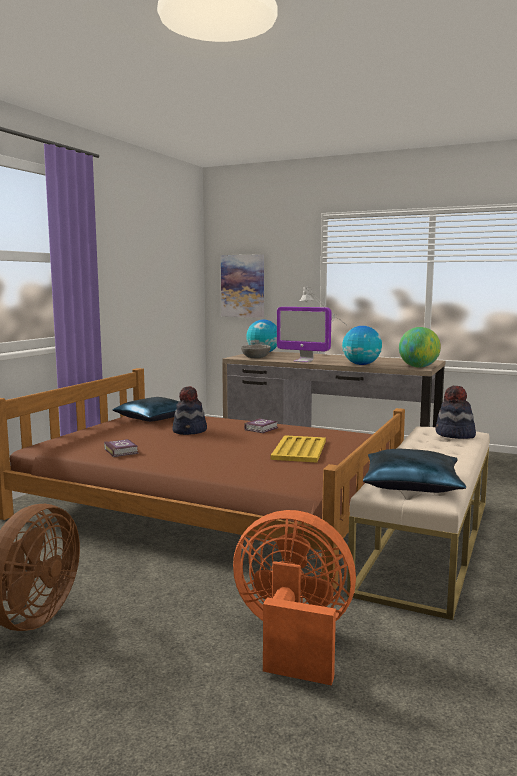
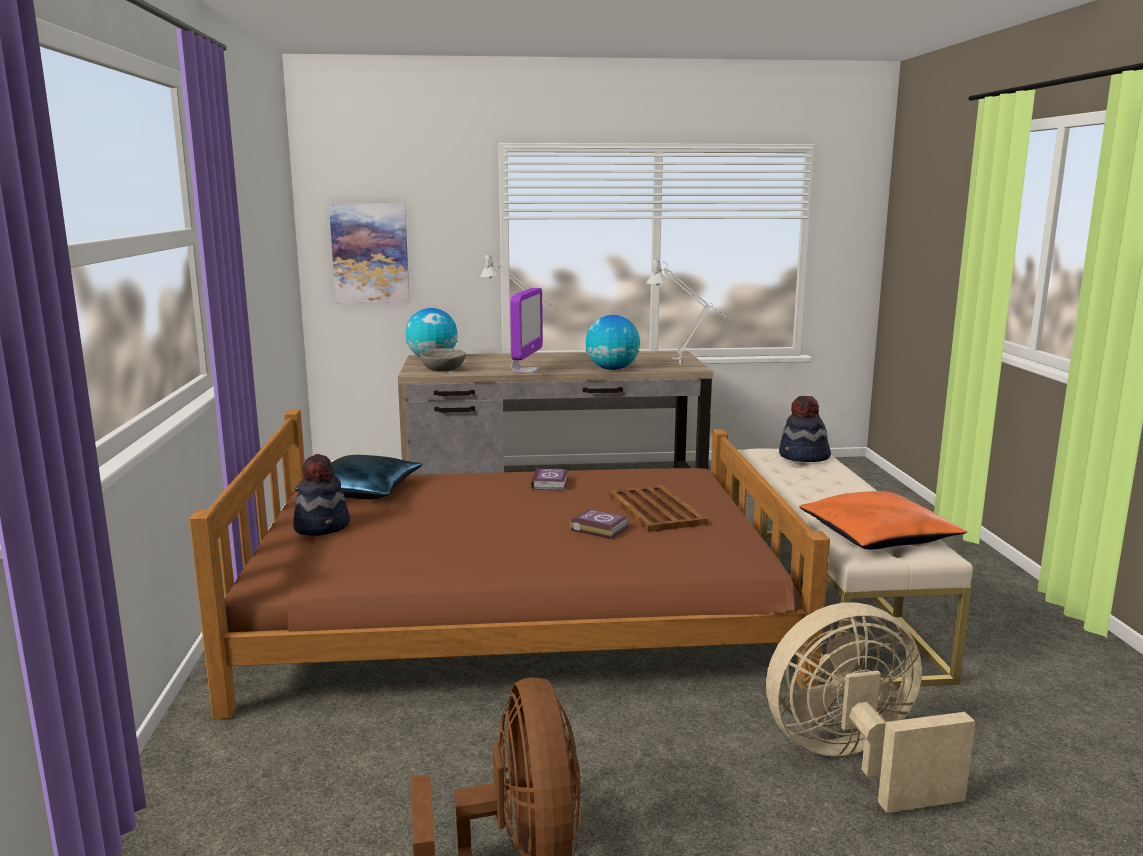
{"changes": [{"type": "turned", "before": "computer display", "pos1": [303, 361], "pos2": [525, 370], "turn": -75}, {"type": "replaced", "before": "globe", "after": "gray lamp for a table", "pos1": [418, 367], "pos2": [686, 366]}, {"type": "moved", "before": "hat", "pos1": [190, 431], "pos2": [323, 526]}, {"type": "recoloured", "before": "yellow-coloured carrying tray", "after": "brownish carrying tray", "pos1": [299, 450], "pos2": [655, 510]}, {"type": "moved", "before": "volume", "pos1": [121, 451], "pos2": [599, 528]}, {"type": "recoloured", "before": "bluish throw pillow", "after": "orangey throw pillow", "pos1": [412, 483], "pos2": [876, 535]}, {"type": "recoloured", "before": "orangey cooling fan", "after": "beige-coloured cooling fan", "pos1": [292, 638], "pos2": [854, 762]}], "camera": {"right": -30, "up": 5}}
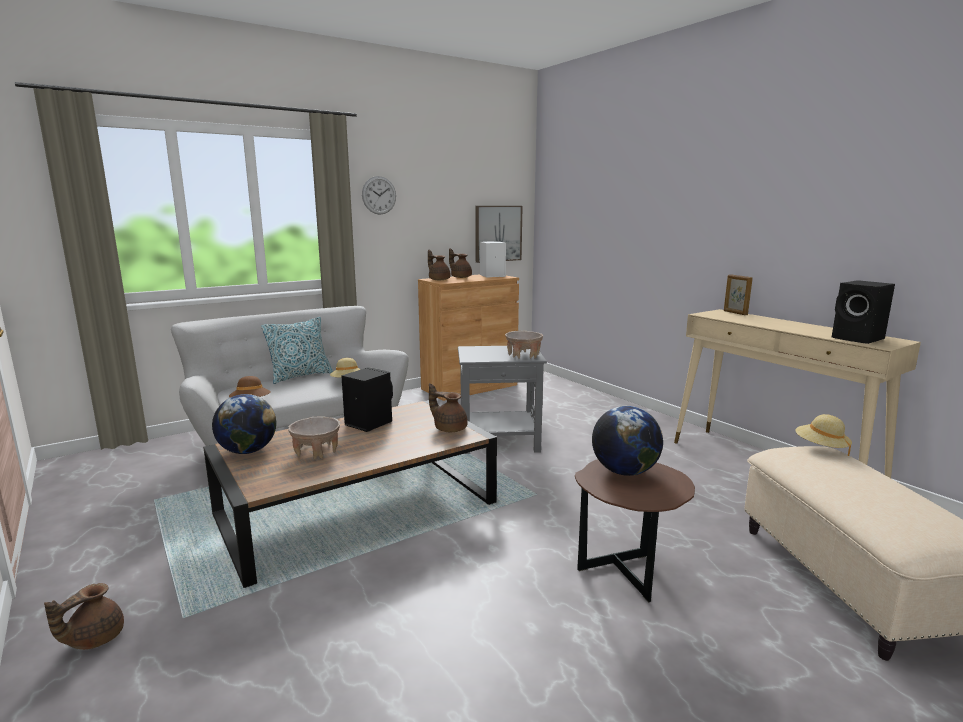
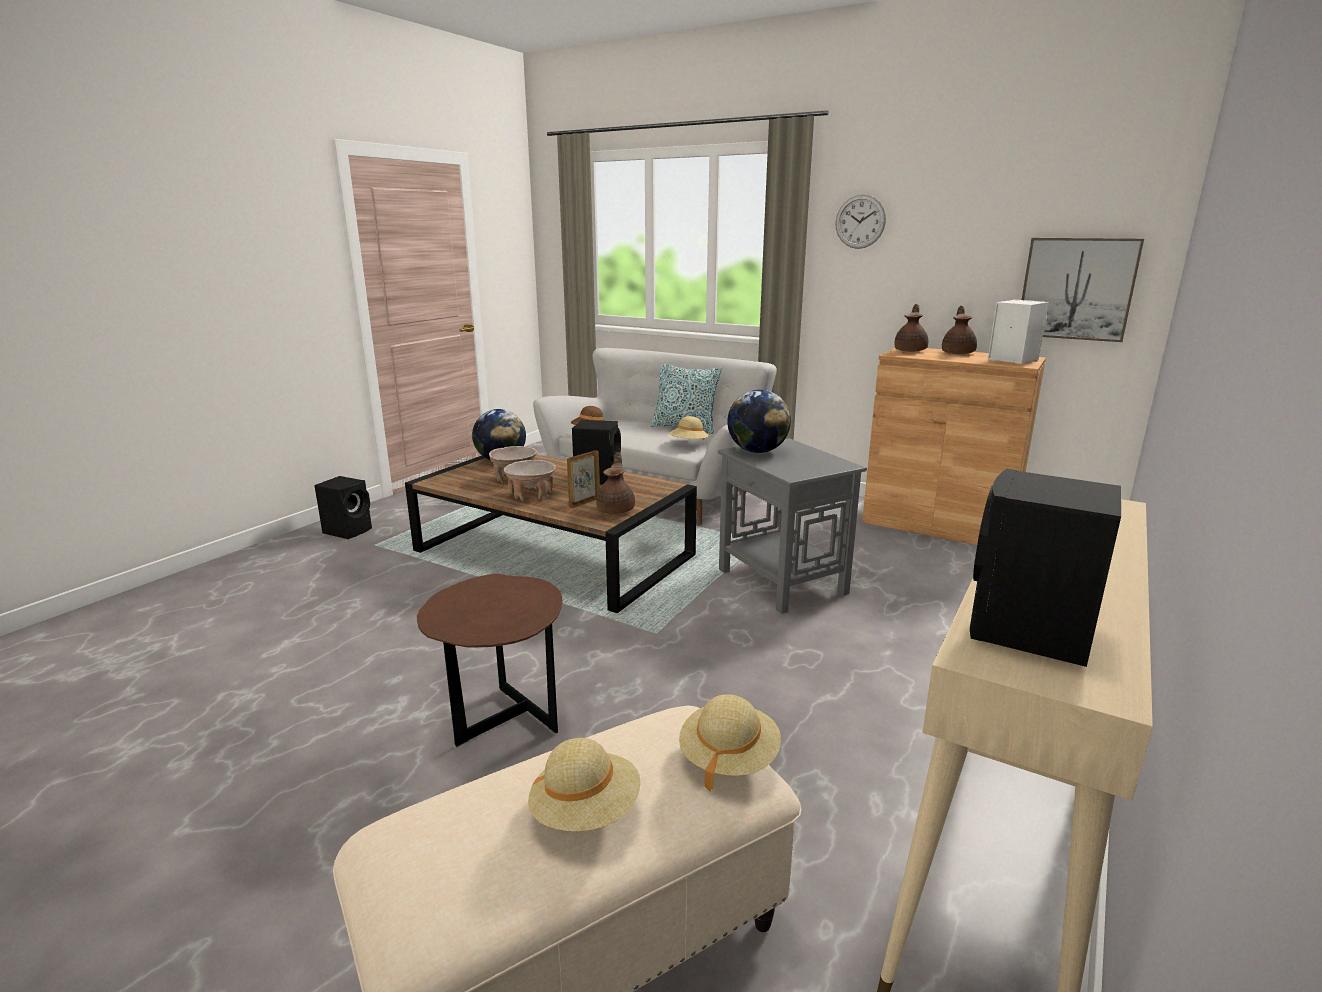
{"changes": [{"type": "moved", "before": "standing frame", "pos1": [735, 313], "pos2": [584, 503]}, {"type": "moved", "before": "beige-coloured bowl", "pos1": [523, 356], "pos2": [531, 495]}, {"type": "moved", "before": "globe", "pos1": [624, 471], "pos2": [757, 451]}, {"type": "replaced", "before": "brownish tea pot", "after": "black-coloured loudspeaker", "pos1": [94, 639], "pos2": [349, 530]}, {"type": "added", "after": "beige-coloured hat", "pos2": [586, 811]}], "camera": {"right": 65, "up": 5}}
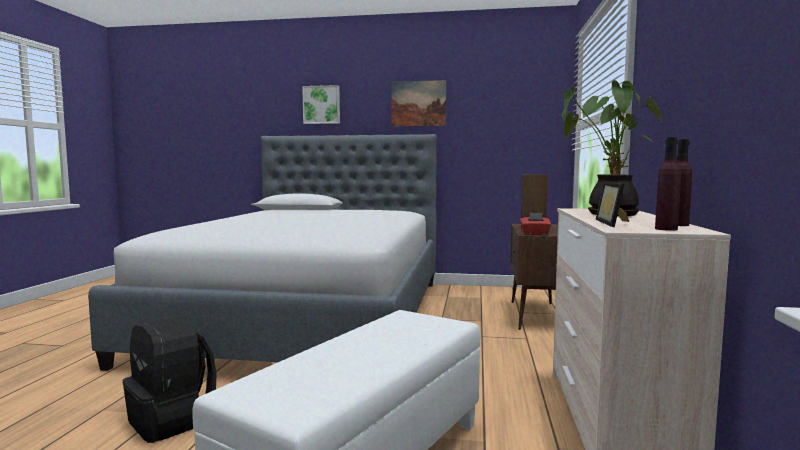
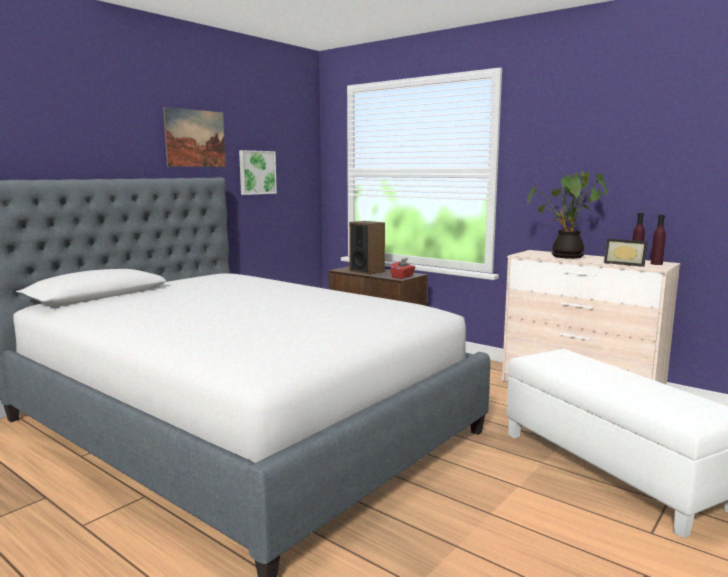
{"changes": [{"type": "moved", "before": "wall picture", "pos1": [321, 105], "pos2": [256, 172]}, {"type": "removed", "before": "black-coloured knapsack", "pos1": [172, 420]}], "camera": {"right": -60, "up": 5}}
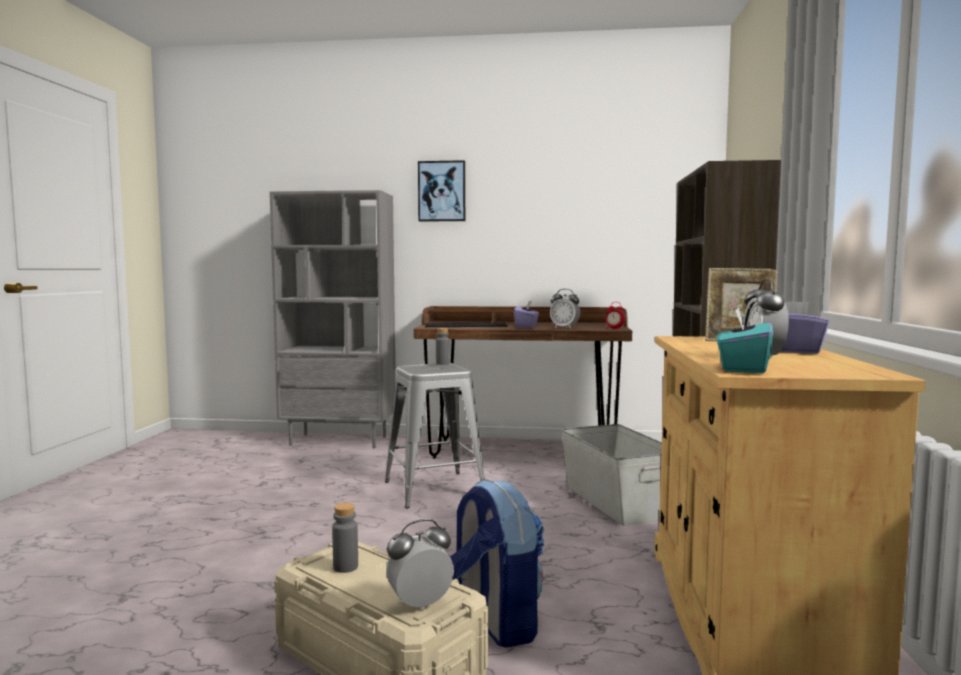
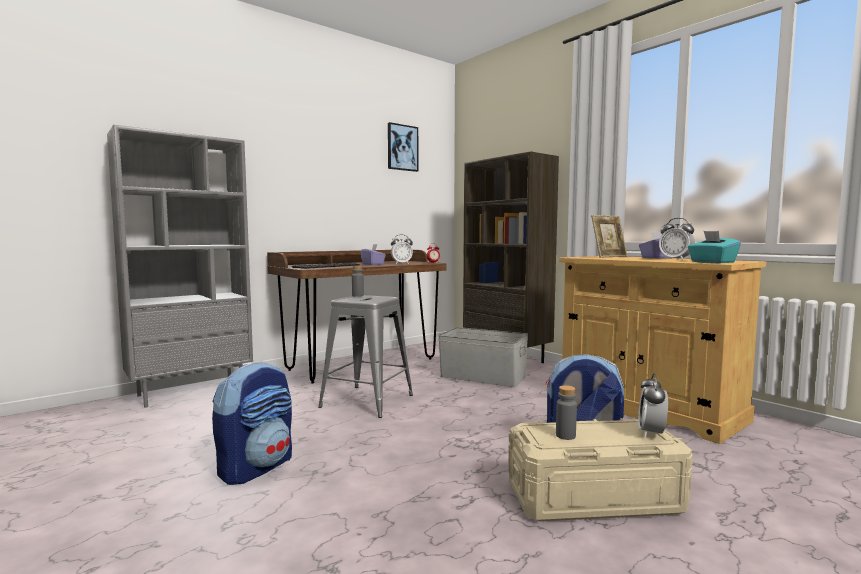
{"changes": [{"type": "moved", "before": "wall picture", "pos1": [442, 191], "pos2": [402, 147]}, {"type": "added", "after": "knapsack", "pos2": [256, 467]}], "camera": {"right": -45, "up": 0}}
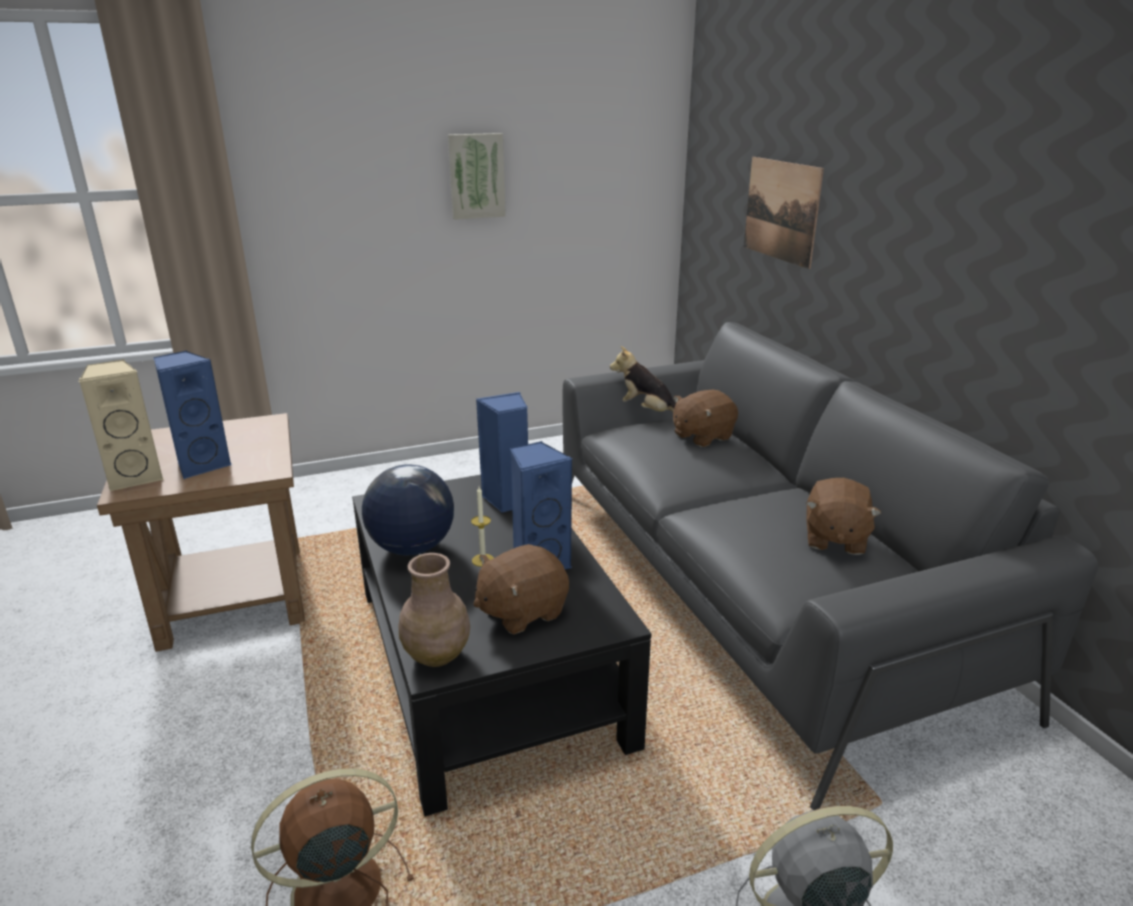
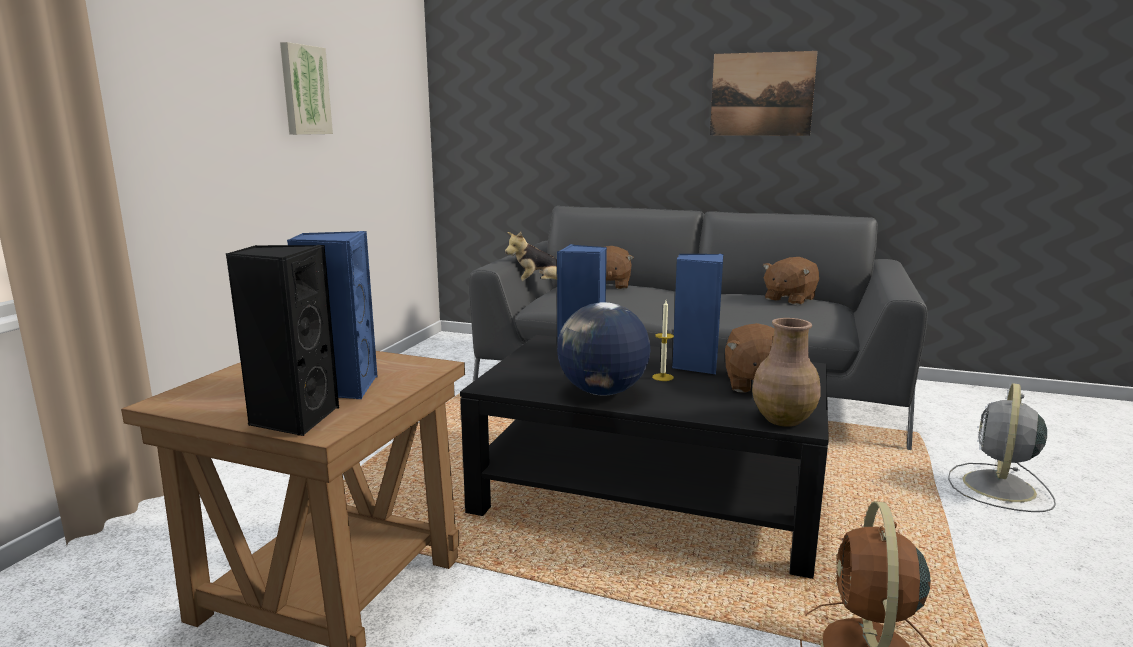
{"changes": [{"type": "moved", "before": "wall picture", "pos1": [781, 210], "pos2": [761, 94]}, {"type": "recoloured", "before": "beige-coloured loudspeaker", "after": "black-coloured loudspeaker", "pos1": [136, 477], "pos2": [293, 418]}, {"type": "turned", "before": "brownish cuddly toy", "pos1": [834, 539], "pos2": [789, 299], "turn": 75}], "camera": {"right": -50, "up": -10}}
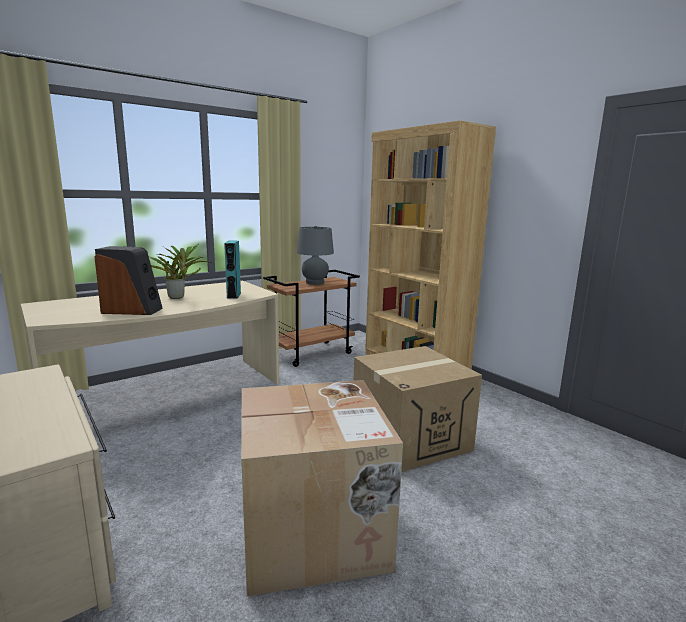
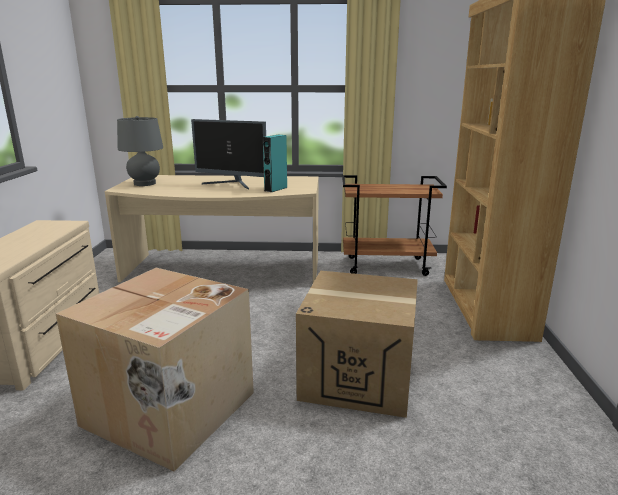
{"changes": [{"type": "moved", "before": "gray lamp for a table", "pos1": [315, 282], "pos2": [145, 183]}, {"type": "replaced", "before": "houseplant", "after": "computer display", "pos1": [178, 297], "pos2": [232, 184]}, {"type": "removed", "before": "loudspeaker", "pos1": [132, 310]}], "camera": {"right": 40, "up": 5}}
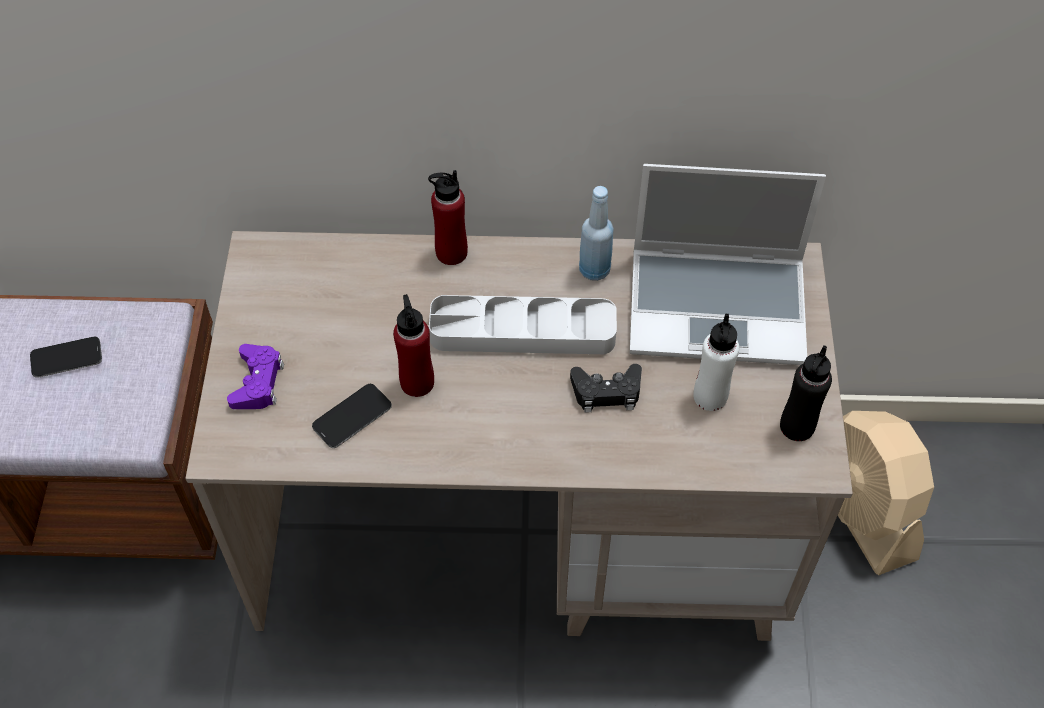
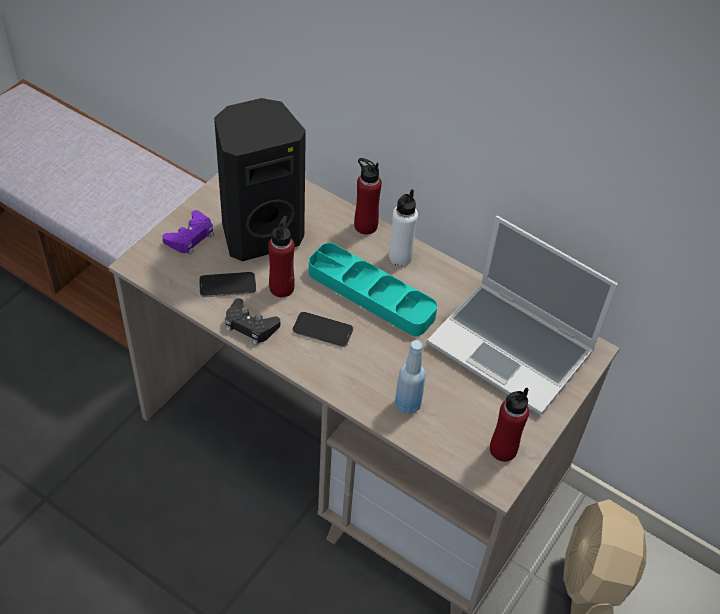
{"changes": [{"type": "moved", "before": "bluish drink bottle", "pos1": [594, 270], "pos2": [407, 404]}, {"type": "recoloured", "before": "gray carrying tray", "after": "turquoise carrying tray", "pos1": [523, 331], "pos2": [371, 294]}, {"type": "moved", "before": "white drink bottle", "pos1": [710, 396], "pos2": [400, 257]}, {"type": "moved", "before": "phone", "pos1": [66, 358], "pos2": [322, 330]}, {"type": "recoloured", "before": "black-coloured drink bottle", "after": "reddish drink bottle", "pos1": [797, 426], "pos2": [503, 449]}, {"type": "moved", "before": "black-coloured joypad", "pos1": [606, 392], "pos2": [250, 326]}, {"type": "added", "after": "black-coloured loudspeaker", "pos2": [260, 233]}], "camera": {"right": 30, "up": -5}}
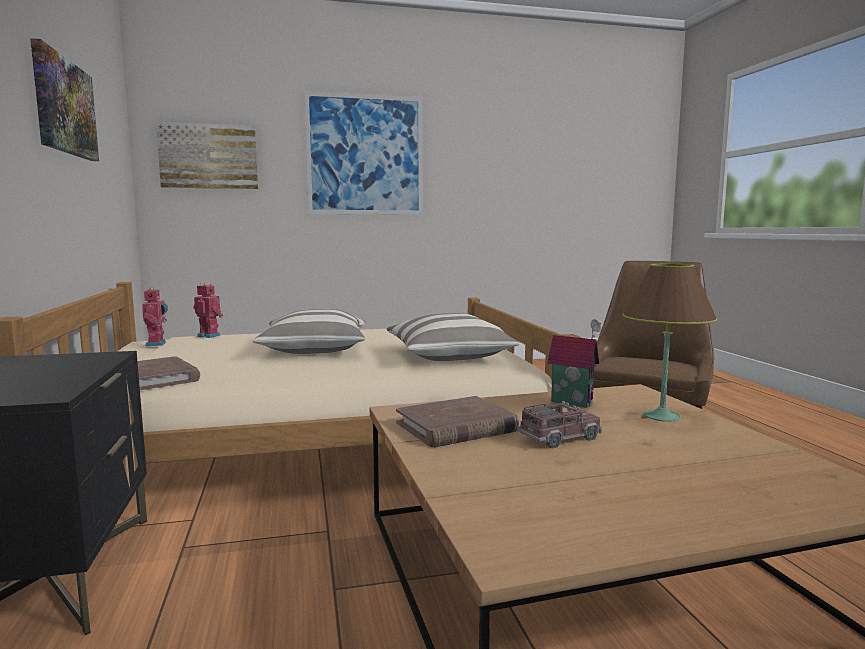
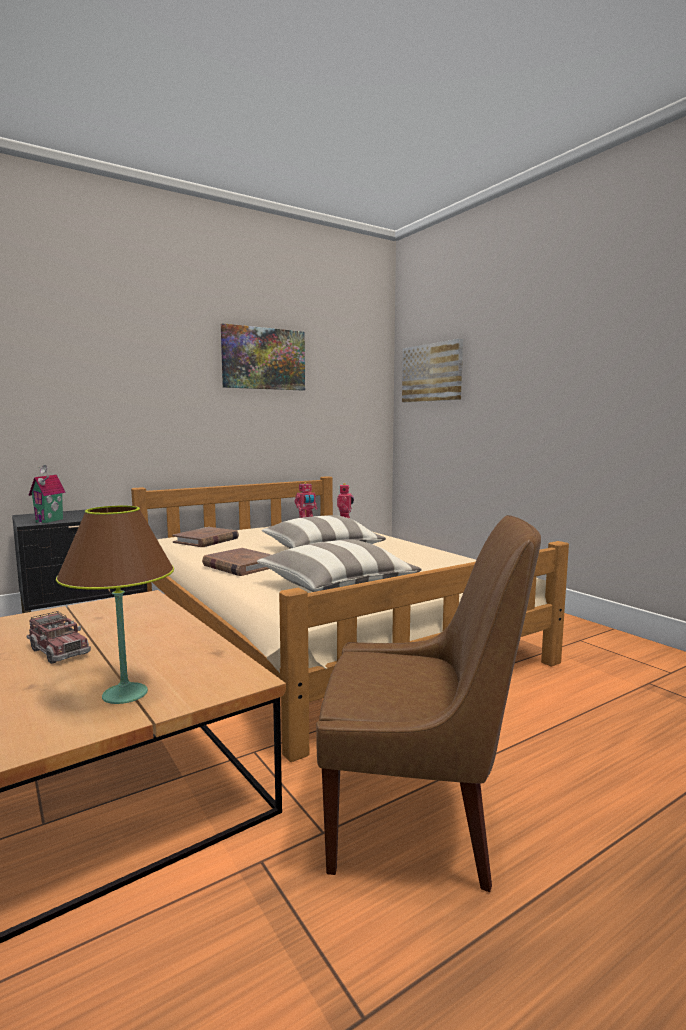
{"changes": [{"type": "removed", "before": "wall picture", "pos1": [365, 155]}, {"type": "moved", "before": "miniature house", "pos1": [573, 402], "pos2": [51, 521]}, {"type": "moved", "before": "brownish volume", "pos1": [456, 427], "pos2": [240, 566]}], "camera": {"right": 70, "up": 0}}
